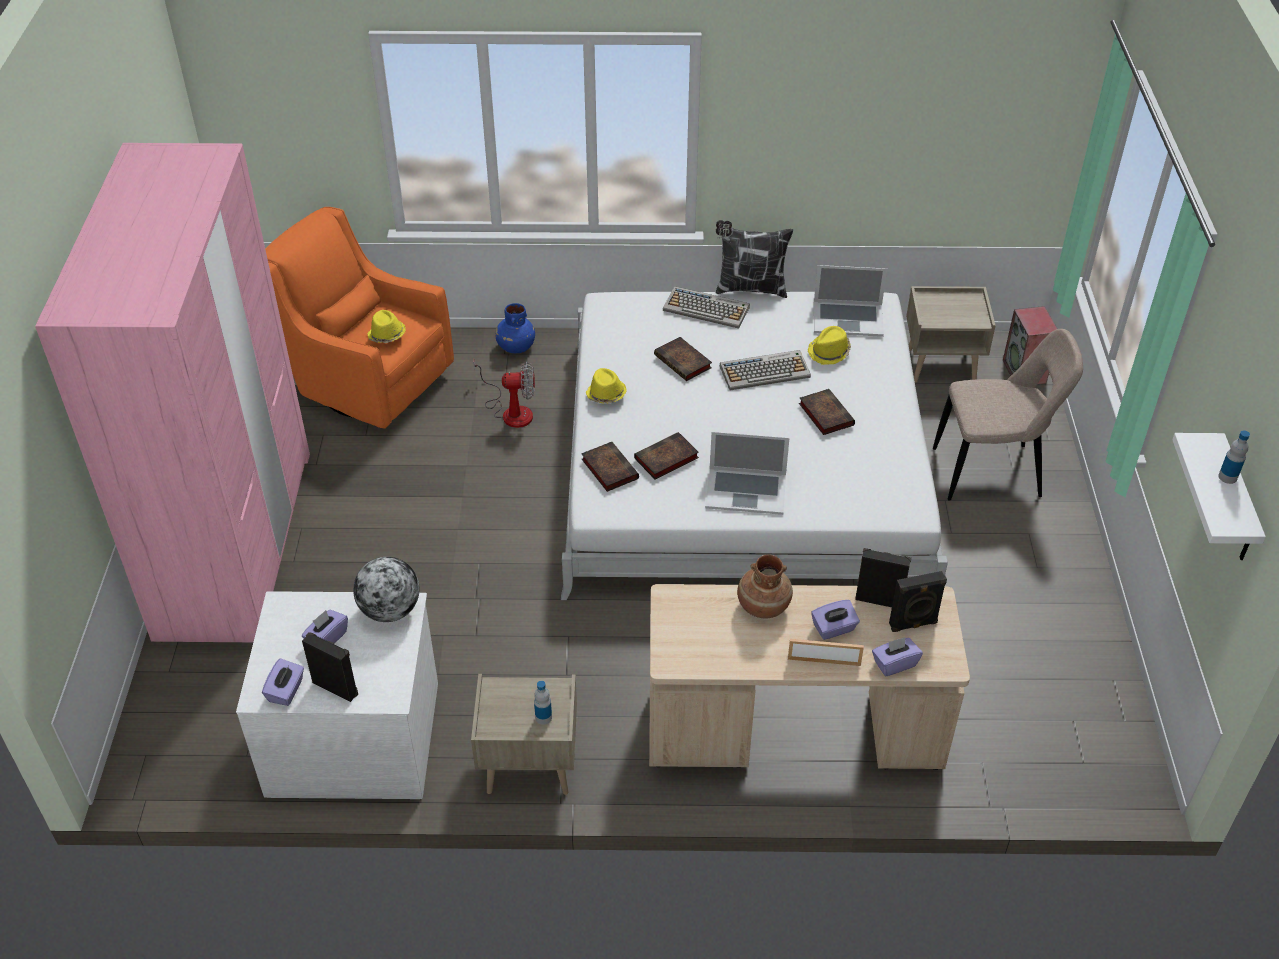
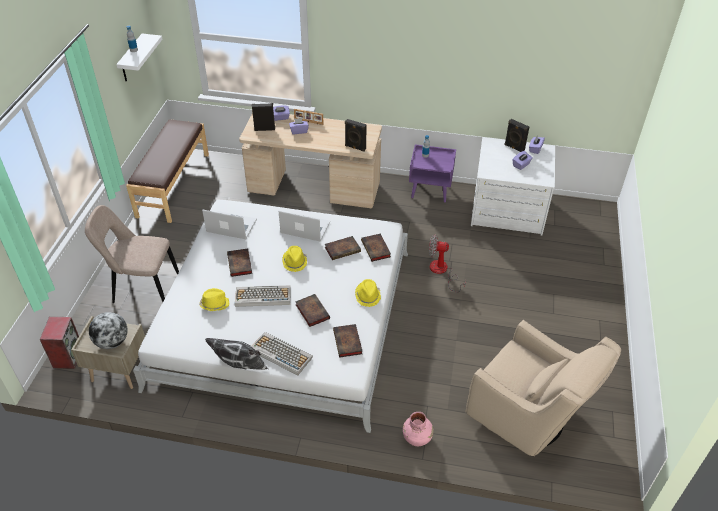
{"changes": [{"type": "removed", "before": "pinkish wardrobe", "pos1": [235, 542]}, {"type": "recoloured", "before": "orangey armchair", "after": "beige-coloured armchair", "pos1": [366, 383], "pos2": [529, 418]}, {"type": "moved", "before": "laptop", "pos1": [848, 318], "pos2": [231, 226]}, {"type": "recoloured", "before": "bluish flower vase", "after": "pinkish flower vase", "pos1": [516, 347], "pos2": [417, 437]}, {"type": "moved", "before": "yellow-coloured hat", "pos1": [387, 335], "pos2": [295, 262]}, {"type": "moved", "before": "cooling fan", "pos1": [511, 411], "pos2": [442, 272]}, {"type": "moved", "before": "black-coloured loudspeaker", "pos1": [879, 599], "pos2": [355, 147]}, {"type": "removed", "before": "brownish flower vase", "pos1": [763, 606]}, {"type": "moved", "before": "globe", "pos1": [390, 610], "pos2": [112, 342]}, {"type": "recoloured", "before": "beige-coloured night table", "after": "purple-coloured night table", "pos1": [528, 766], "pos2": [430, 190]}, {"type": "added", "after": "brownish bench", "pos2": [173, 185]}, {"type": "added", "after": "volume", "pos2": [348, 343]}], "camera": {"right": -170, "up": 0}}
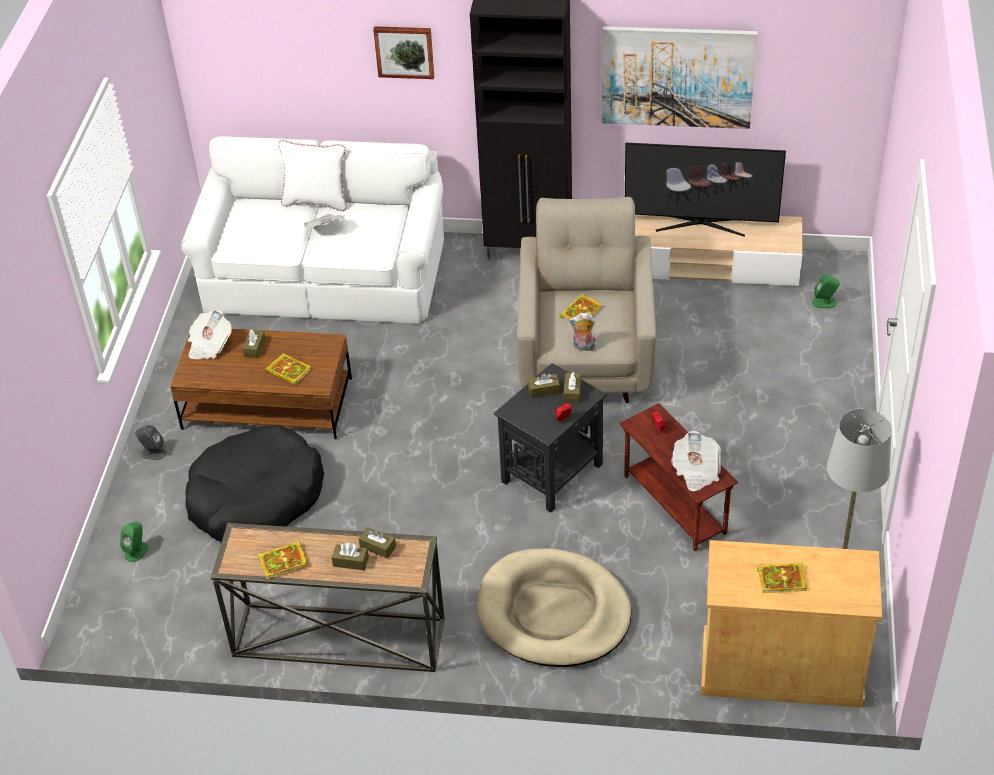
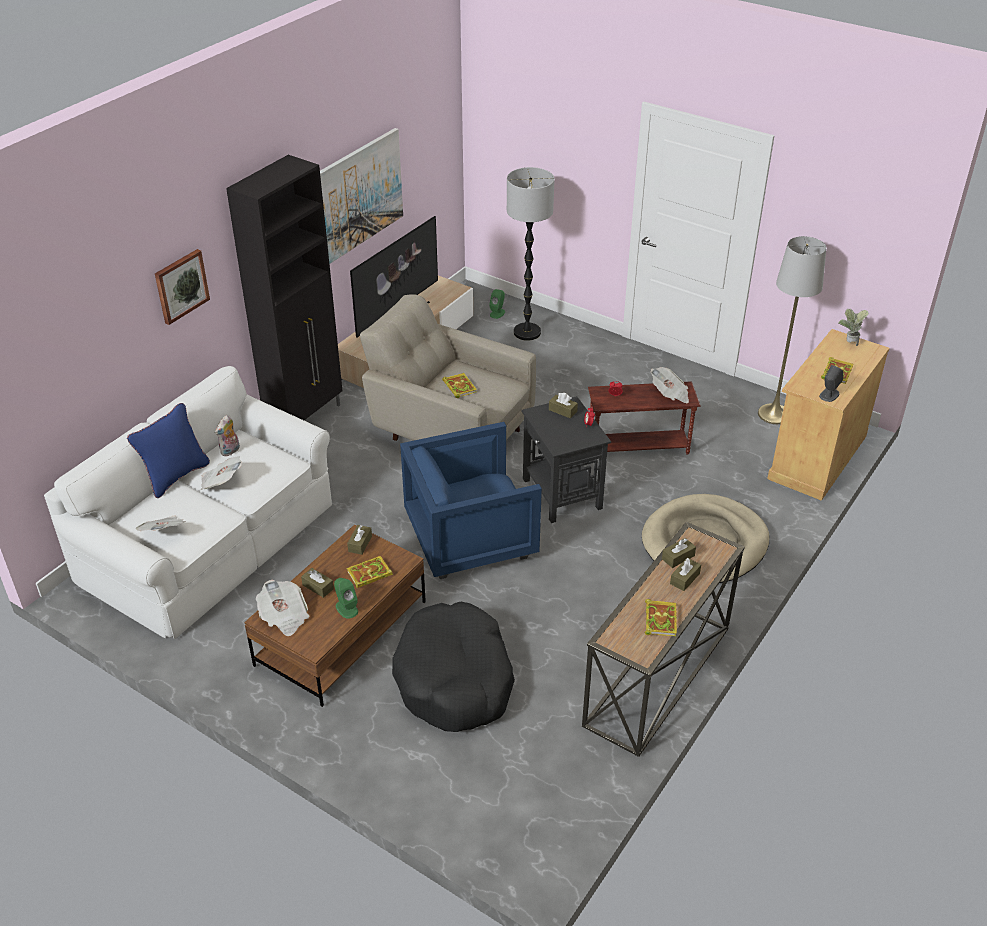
{"changes": [{"type": "recoloured", "before": "white throw pillow", "after": "bluish throw pillow", "pos1": [316, 201], "pos2": [175, 476]}, {"type": "moved", "before": "cuddly toy", "pos1": [583, 347], "pos2": [230, 451]}, {"type": "moved", "before": "brownish tissue holder", "pos1": [543, 390], "pos2": [360, 544]}, {"type": "moved", "before": "gray loudspeaker", "pos1": [153, 453], "pos2": [829, 395]}, {"type": "moved", "before": "green loudspeaker", "pos1": [136, 551], "pos2": [346, 608]}, {"type": "added", "after": "floor lamp", "pos2": [527, 332]}, {"type": "added", "after": "houseplant", "pos2": [848, 343]}, {"type": "added", "after": "bluish armchair", "pos2": [471, 537]}, {"type": "added", "after": "daily paper", "pos2": [164, 533]}], "camera": {"right": -65, "up": -5}}
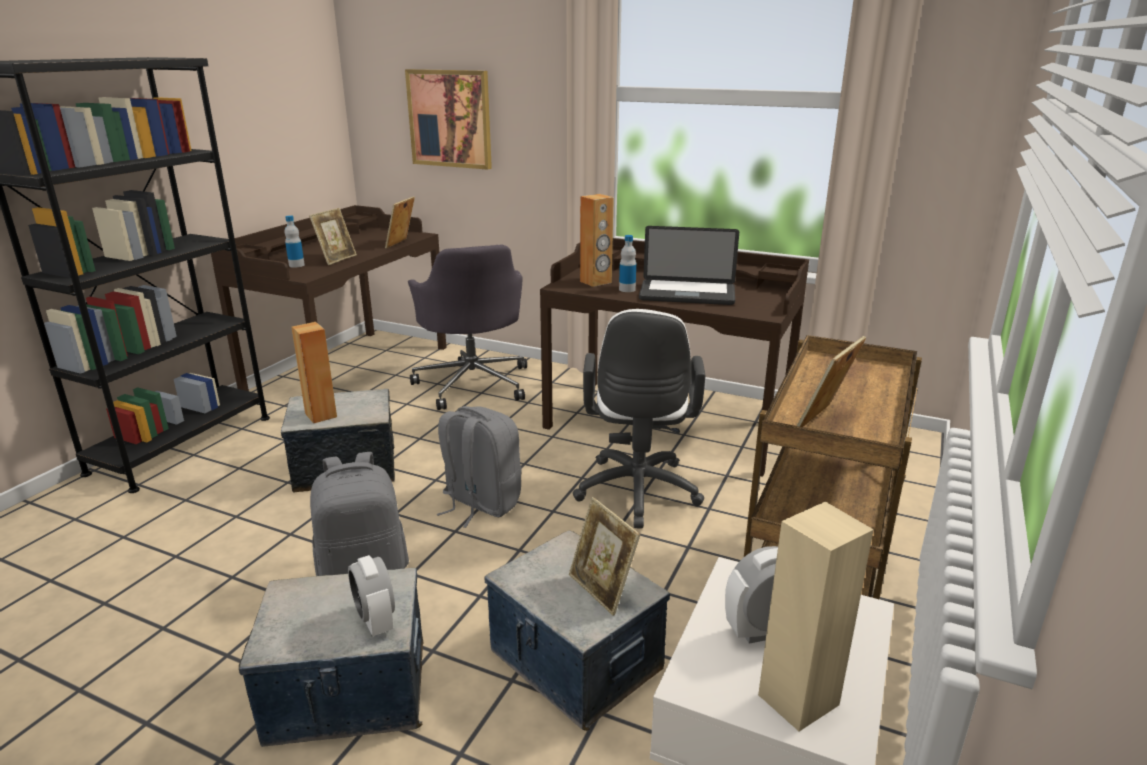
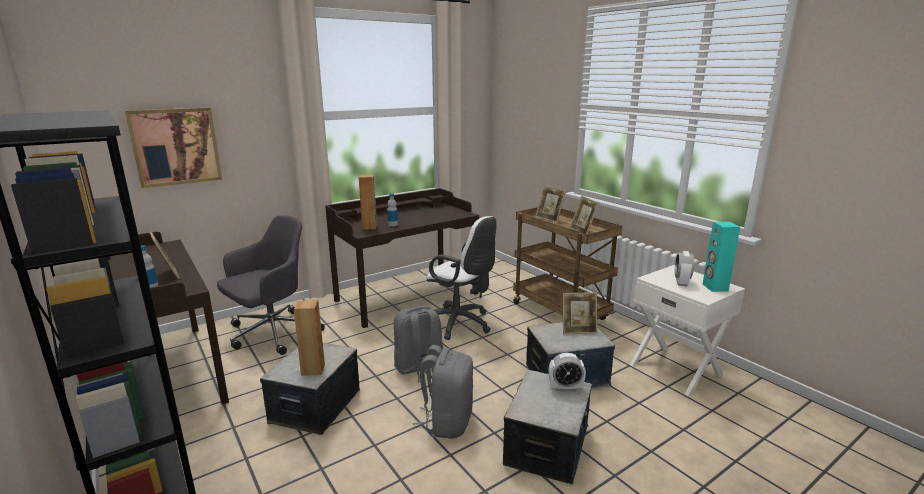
{"changes": [{"type": "moved", "before": "standing frame", "pos1": [401, 244], "pos2": [549, 219]}, {"type": "removed", "before": "laptop", "pos1": [687, 294]}, {"type": "turned", "before": "gray desk chair", "pos1": [473, 383], "pos2": [272, 333], "turn": -60}, {"type": "recoloured", "before": "beige-coloured loudspeaker", "after": "turquoise loudspeaker", "pos1": [797, 699], "pos2": [714, 287]}], "camera": {"right": -60, "up": -5}}
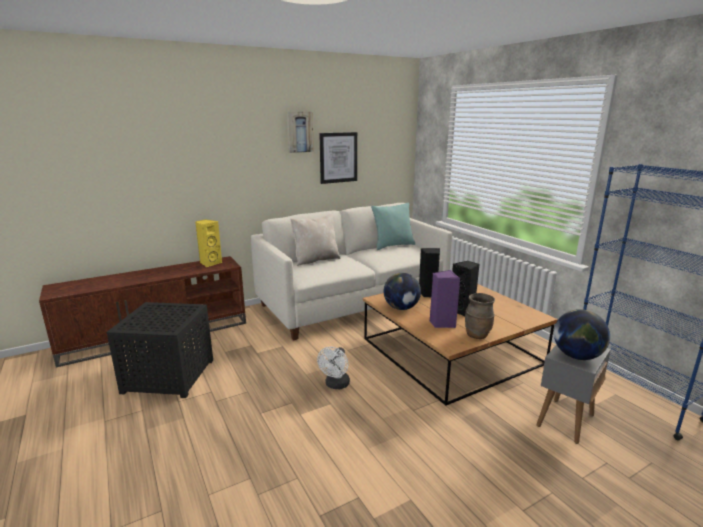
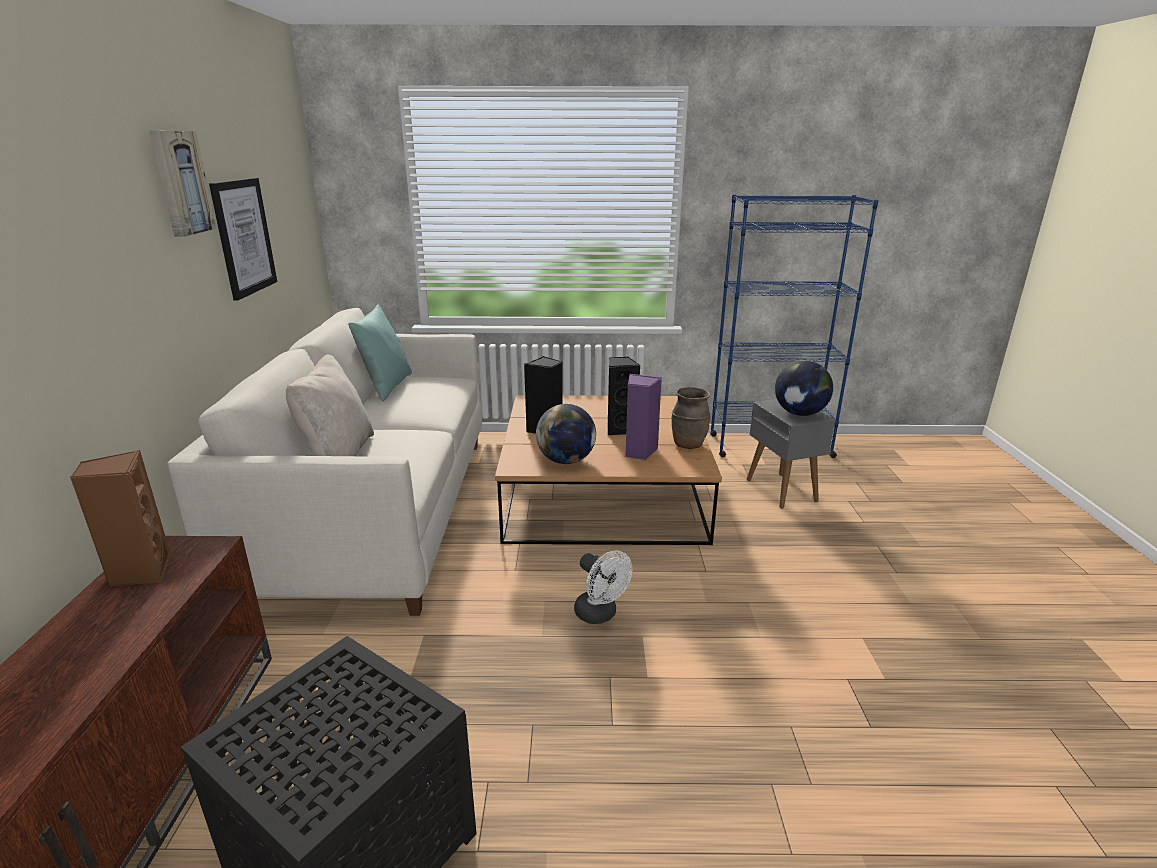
{"changes": [{"type": "recoloured", "before": "yellow-coloured loudspeaker", "after": "brownish loudspeaker", "pos1": [210, 263], "pos2": [141, 572]}], "camera": {"right": -60, "up": 5}}
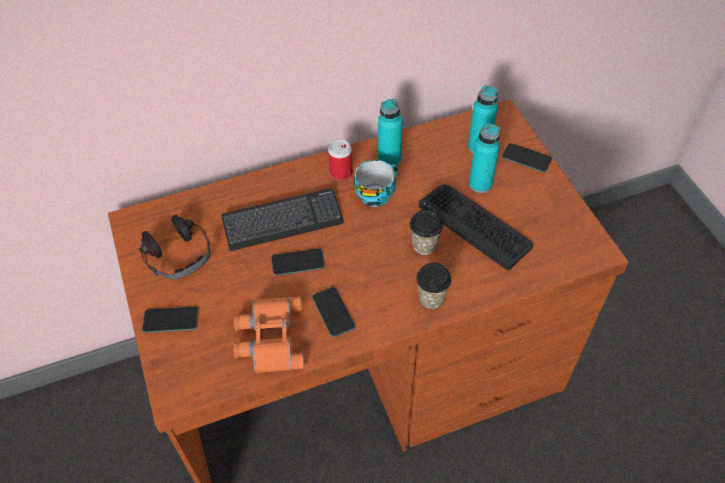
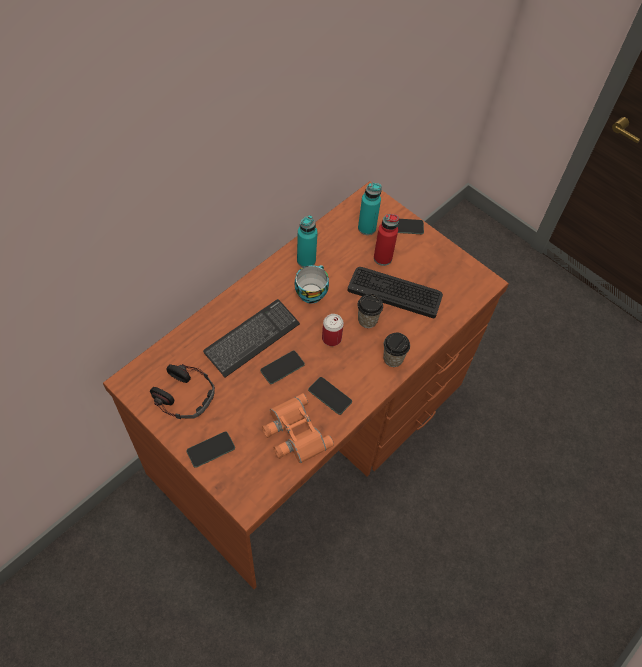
{"changes": [{"type": "recoloured", "before": "turquoise drink bottle", "after": "reddish drink bottle", "pos1": [480, 184], "pos2": [382, 258]}, {"type": "moved", "before": "sealed can", "pos1": [341, 172], "pos2": [331, 338]}], "camera": {"right": -30, "up": 5}}
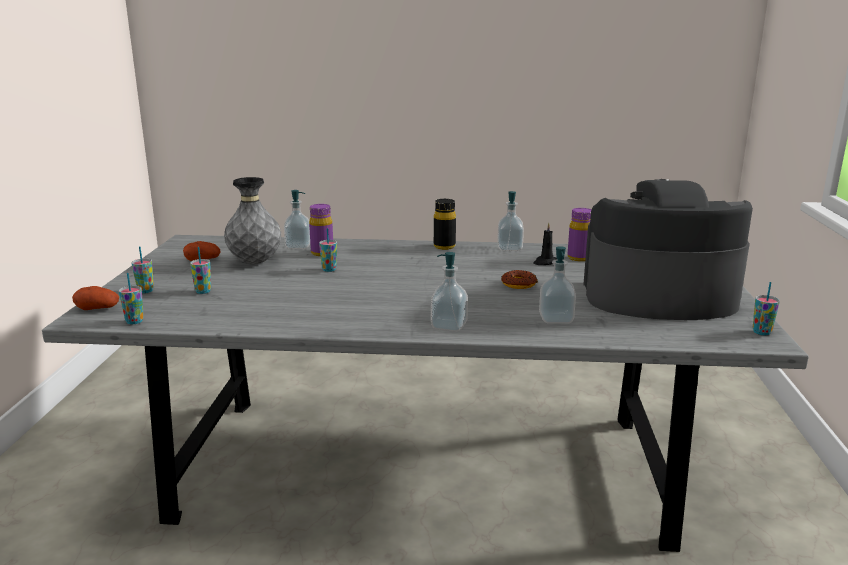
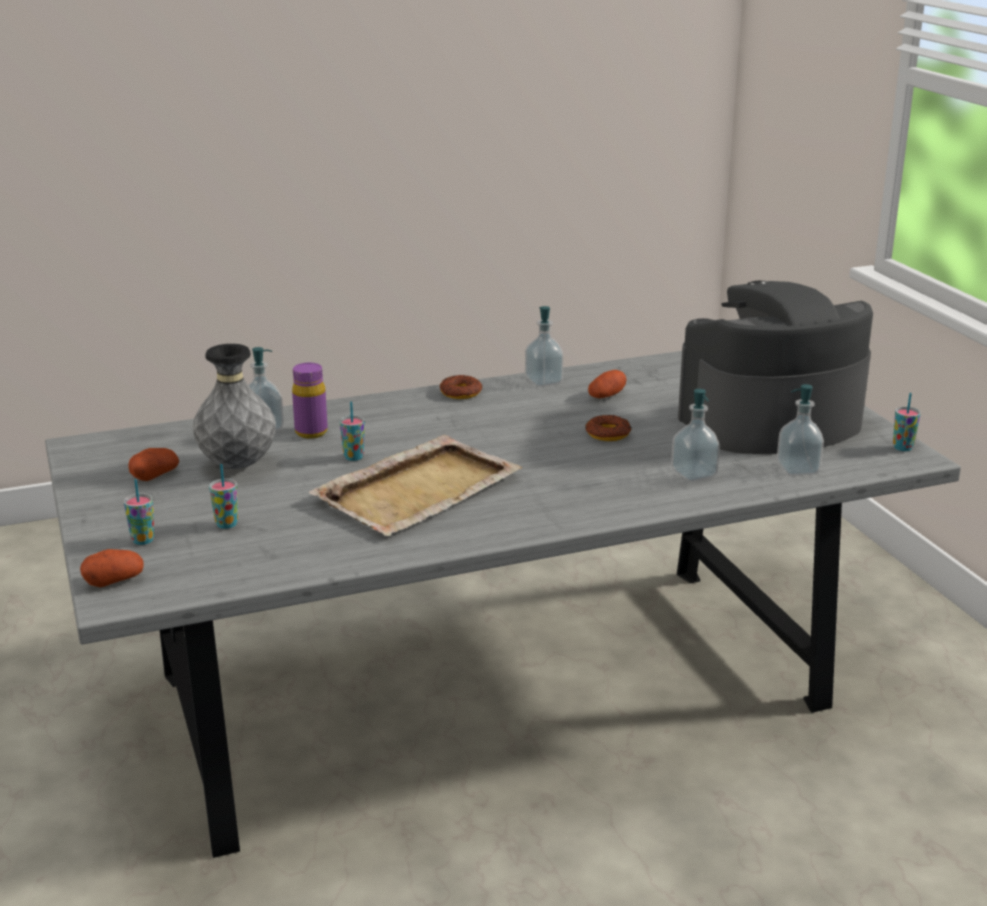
{"changes": [{"type": "replaced", "before": "black-coloured drink bottle", "after": "ring doughnut", "pos1": [444, 246], "pos2": [460, 393]}, {"type": "removed", "before": "purple-coloured drink bottle", "pos1": [579, 258]}, {"type": "replaced", "before": "black-coloured wax candle", "after": "spud", "pos1": [545, 262], "pos2": [607, 396]}, {"type": "moved", "before": "liquid soap bottle", "pos1": [449, 326], "pos2": [797, 469]}, {"type": "removed", "before": "drinking cup", "pos1": [134, 321]}, {"type": "added", "after": "beige-coloured carrying tray", "pos2": [419, 489]}], "camera": {"right": -25, "up": 5}}
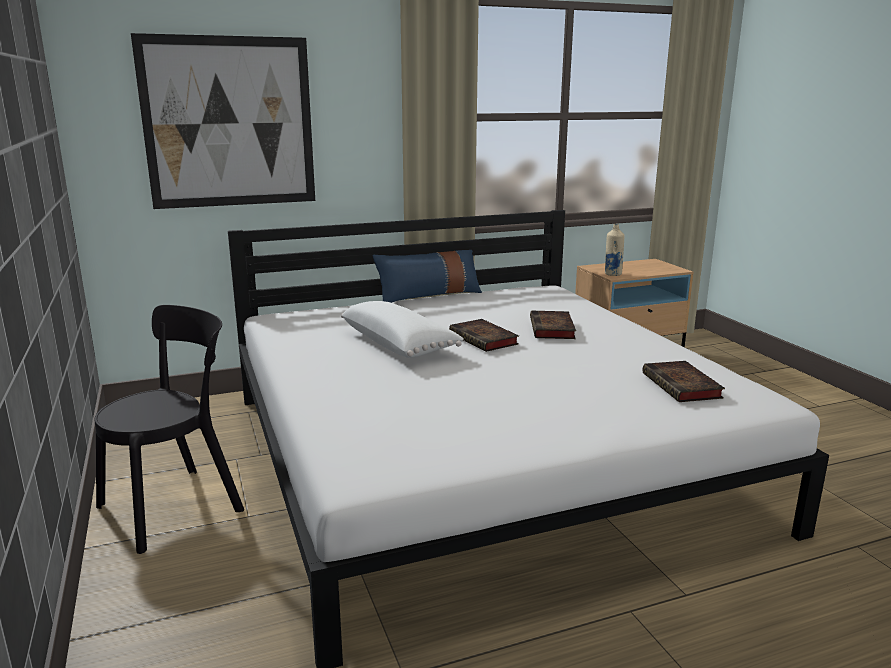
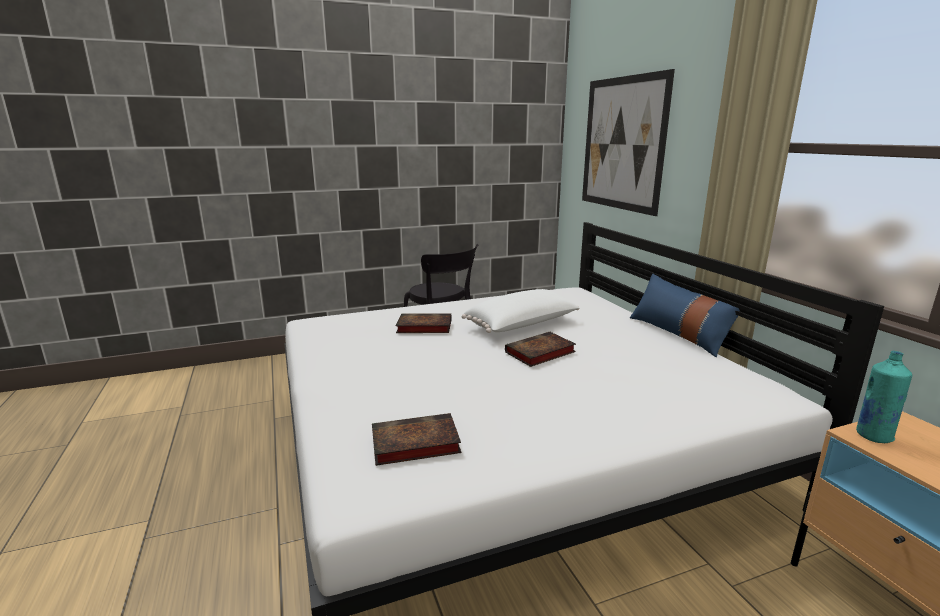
{"changes": [{"type": "recoloured", "before": "beige-coloured drink bottle", "after": "turquoise drink bottle", "pos1": [612, 274], "pos2": [873, 436]}, {"type": "moved", "before": "volume", "pos1": [552, 329], "pos2": [423, 327]}], "camera": {"right": 90, "up": 0}}
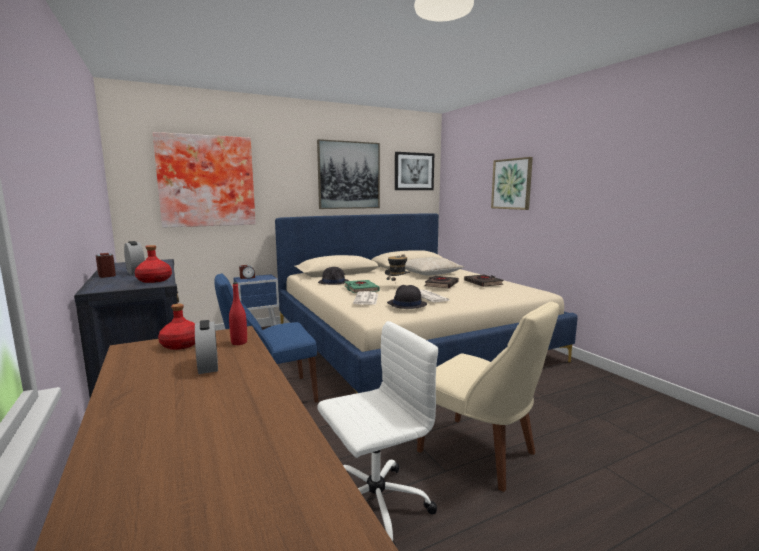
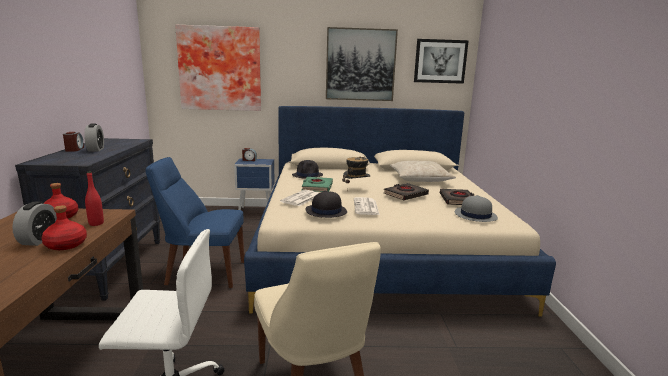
{"changes": [{"type": "removed", "before": "wall picture", "pos1": [512, 184]}, {"type": "moved", "before": "reddish drink bottle", "pos1": [154, 280], "pos2": [66, 245]}, {"type": "added", "after": "gray hat", "pos2": [475, 215]}], "camera": {"right": 25, "up": 5}}
